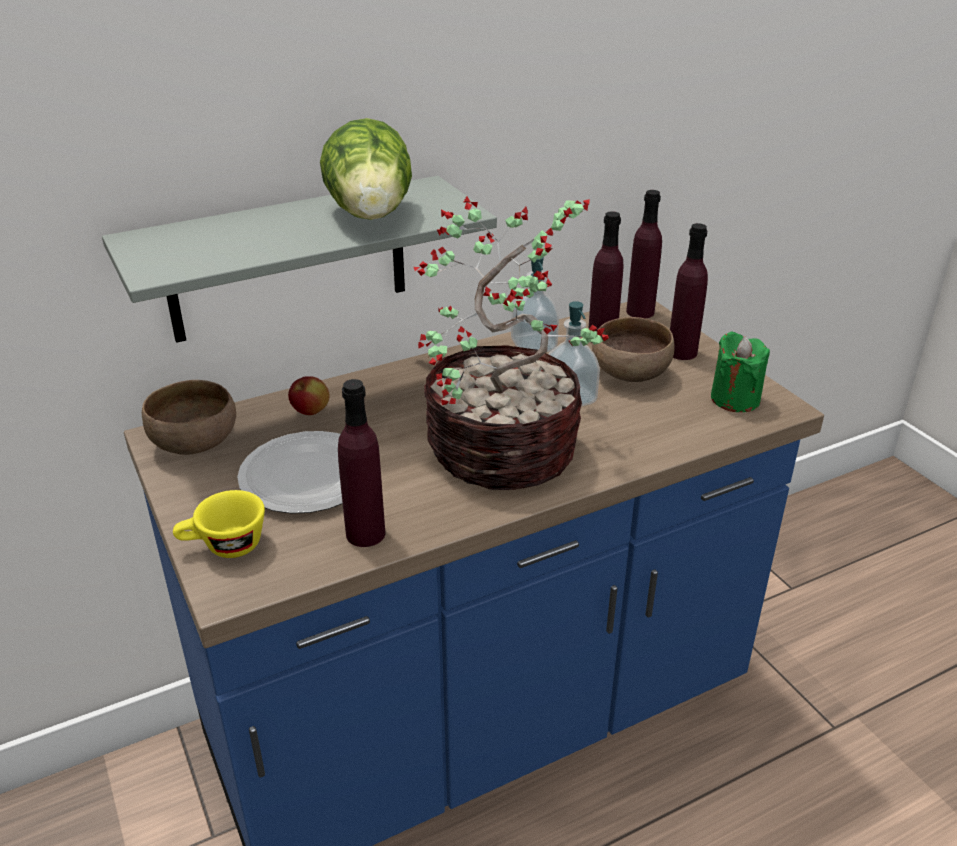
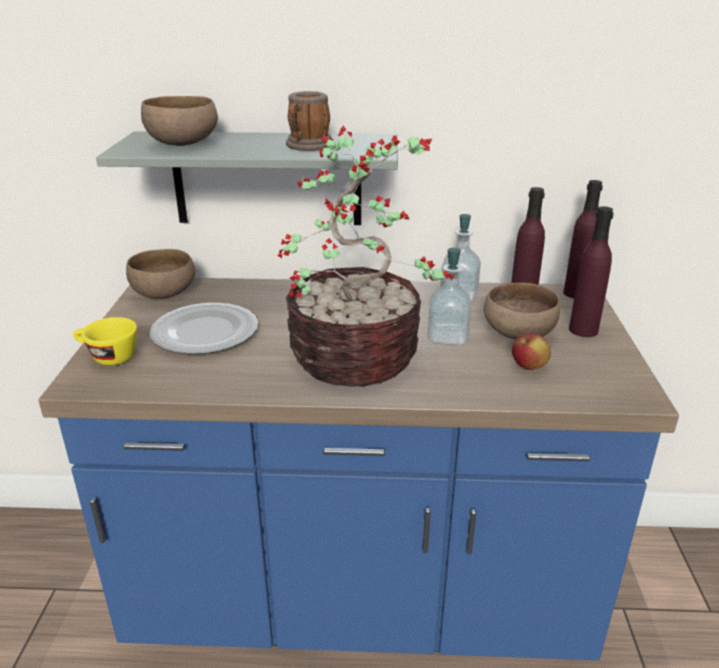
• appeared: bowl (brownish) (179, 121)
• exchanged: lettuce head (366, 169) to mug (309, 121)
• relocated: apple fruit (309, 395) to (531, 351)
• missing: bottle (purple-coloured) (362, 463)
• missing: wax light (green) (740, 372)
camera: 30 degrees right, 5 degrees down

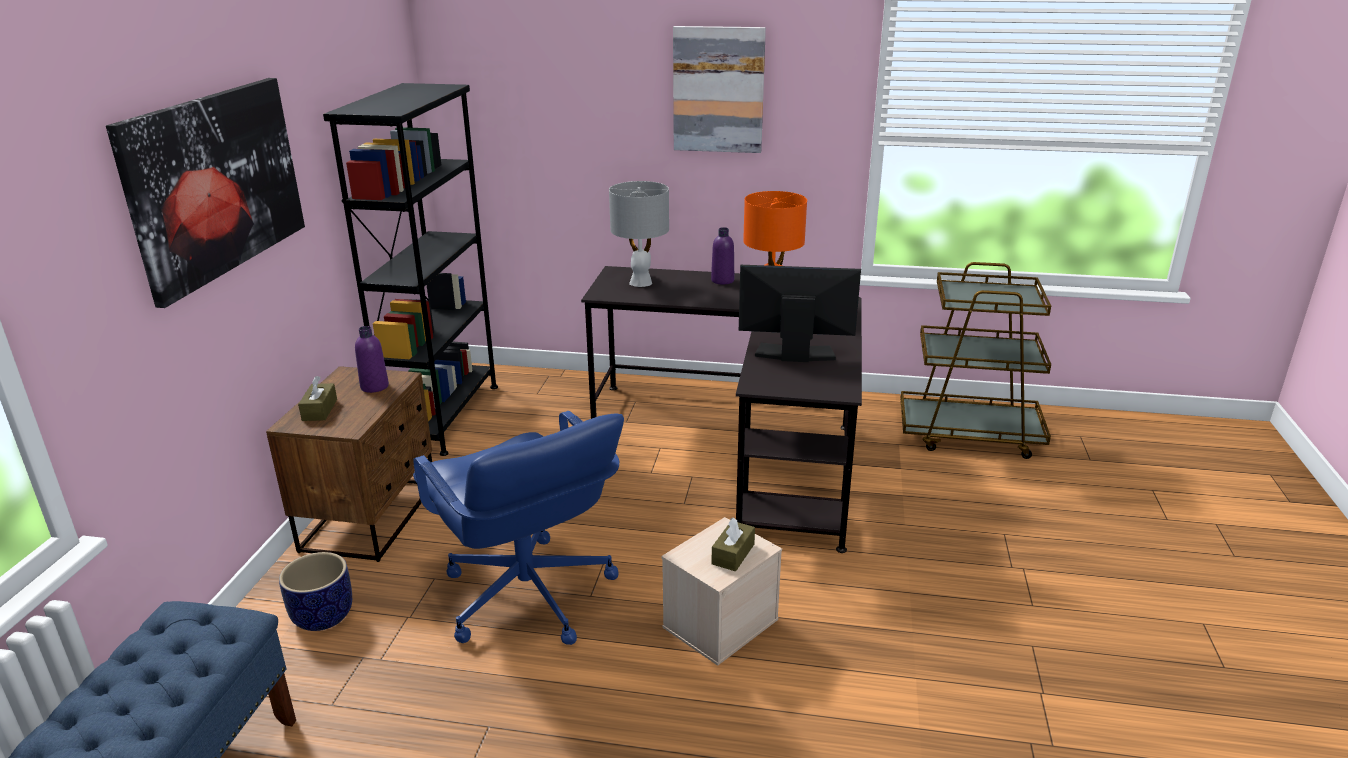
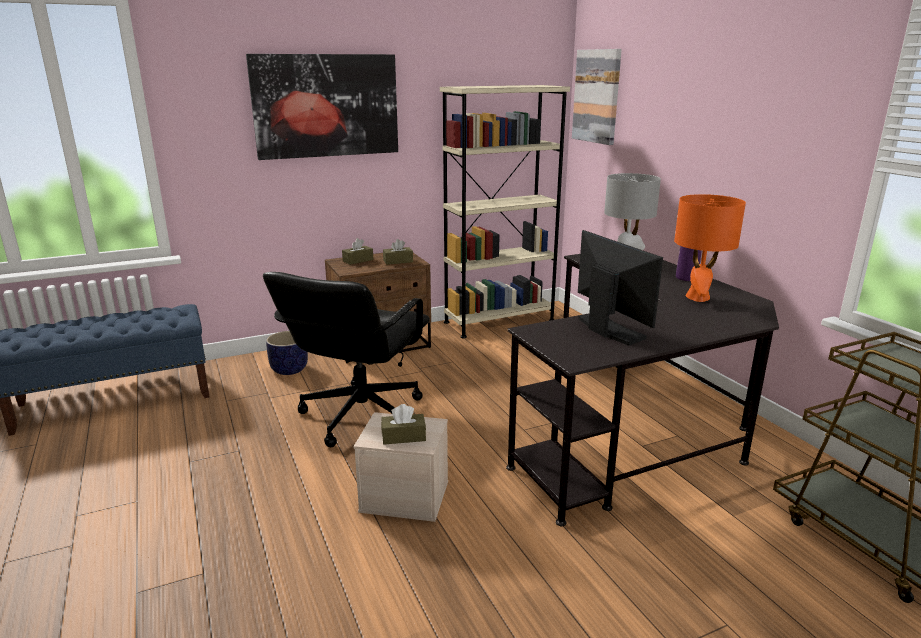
• colour: office chair (blue) (518, 528) to office chair (black-coloured) (346, 359)
• exchanged: bottle (purple-coloured) (372, 359) to tissue holder (brownish) (398, 252)
• colour: bookshelf (black-coloured) (410, 269) to bookshelf (sand-coloured) (505, 211)
• relocated: wall picture (719, 89) to (597, 97)
camera: 55 degrees right, 5 degrees down

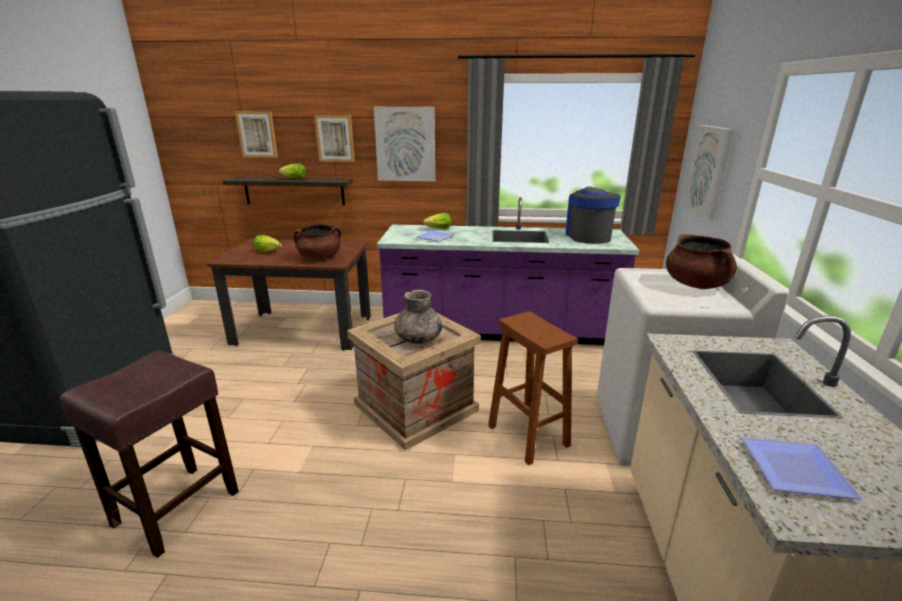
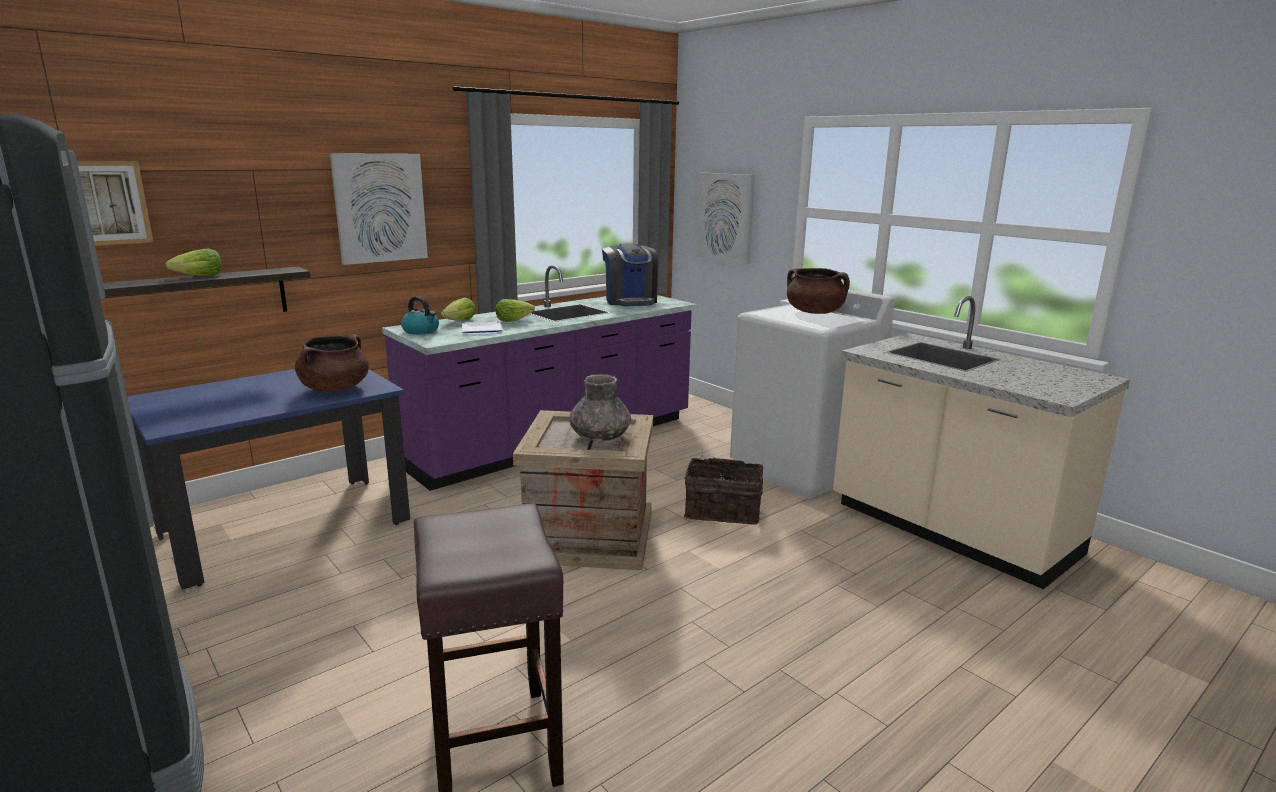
• colour: kitchen table (brownish) (289, 295) to kitchen table (blue) (268, 479)
• appeared: water kettle (420, 315)
• relocated: lettuce head (267, 243) to (515, 310)
• spun: coffee maker (593, 215) = (630, 274) 150 degrees counterclockwise
• exchanged: sitting stool (brownish) (533, 388) to basket (723, 490)
• missing: wall picture (334, 138)
• missing: dinner plate (801, 468)
camera: 45 degrees left, 5 degrees down

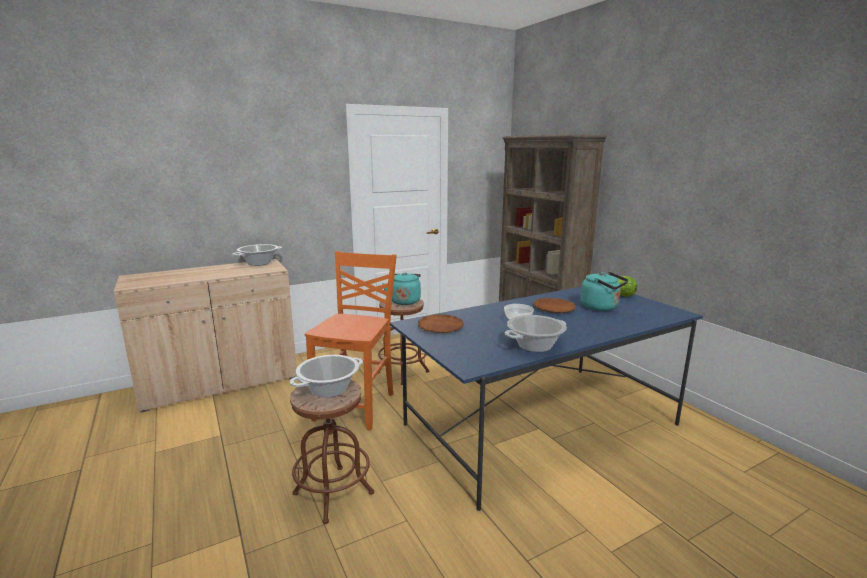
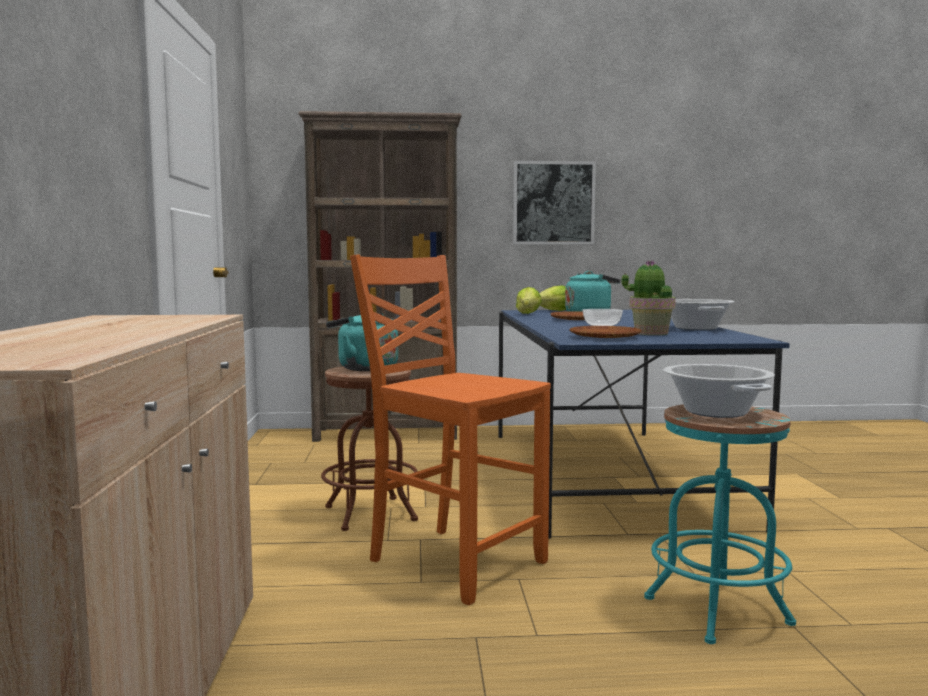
• appeared: wall picture (554, 202)
• appeared: lettuce head (529, 300)
• appeared: houseplant (648, 297)
• colour: sitting stool (brownish) (332, 452) to sitting stool (blue-green) (720, 524)
• missing: saucepot (257, 255)
camera: 65 degrees left, 10 degrees down

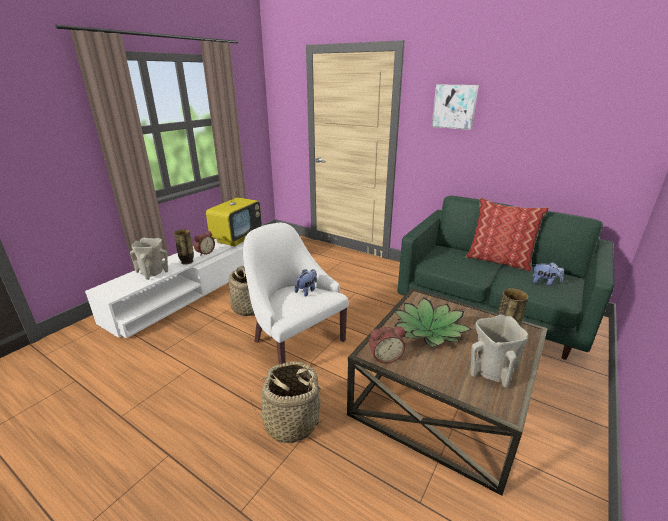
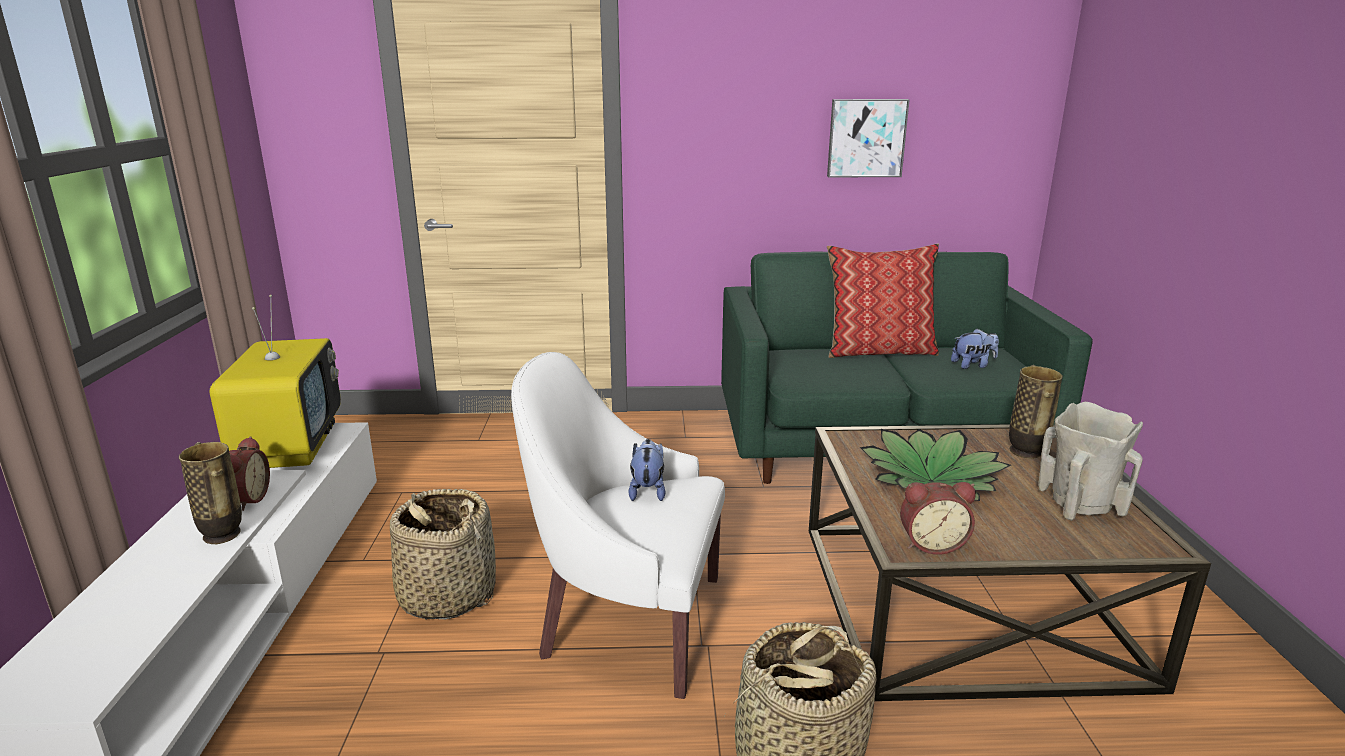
• relocated: wall picture (455, 107) to (868, 138)
• spun: table clock (387, 344) = (938, 518) 45 degrees clockwise
• missing: vase (sand-coloured) (149, 259)
camera: 35 degrees left, 5 degrees down

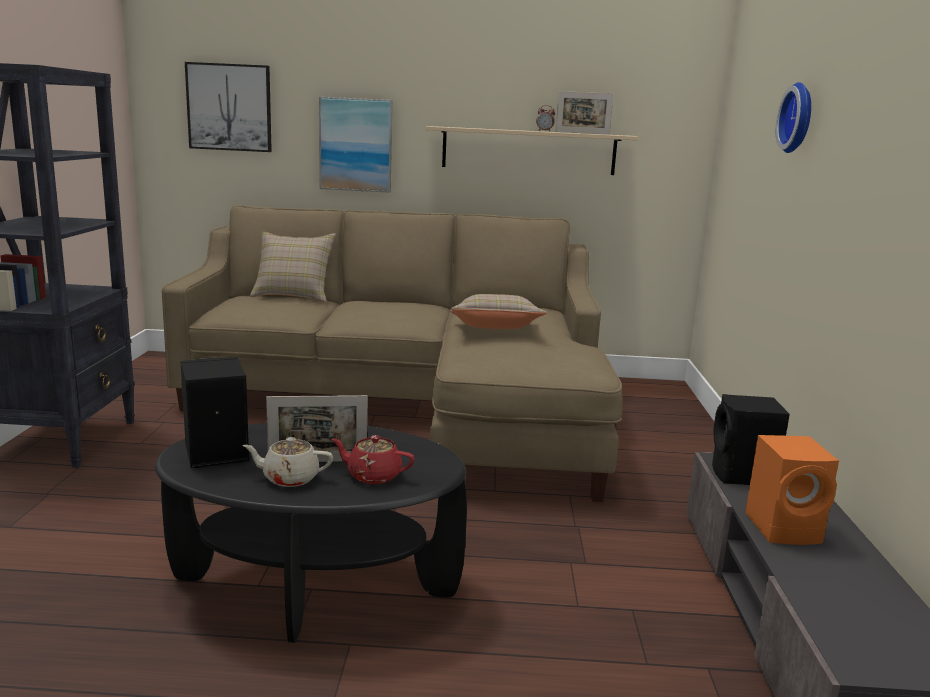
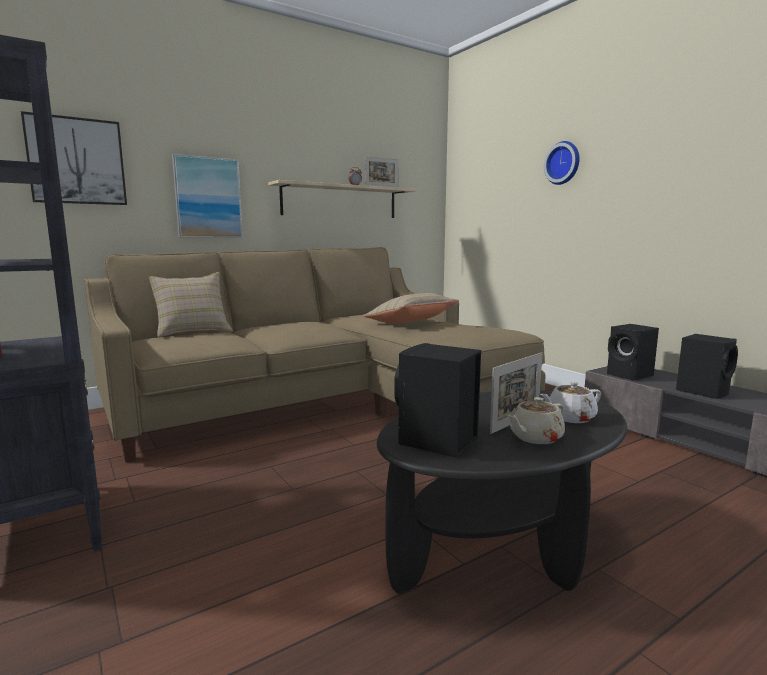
• colour: pot for tea (red) (373, 459) to pot for tea (white) (570, 402)
• colour: speaker (orangey) (792, 490) to speaker (black-coloured) (707, 366)
camera: 35 degrees left, 5 degrees down

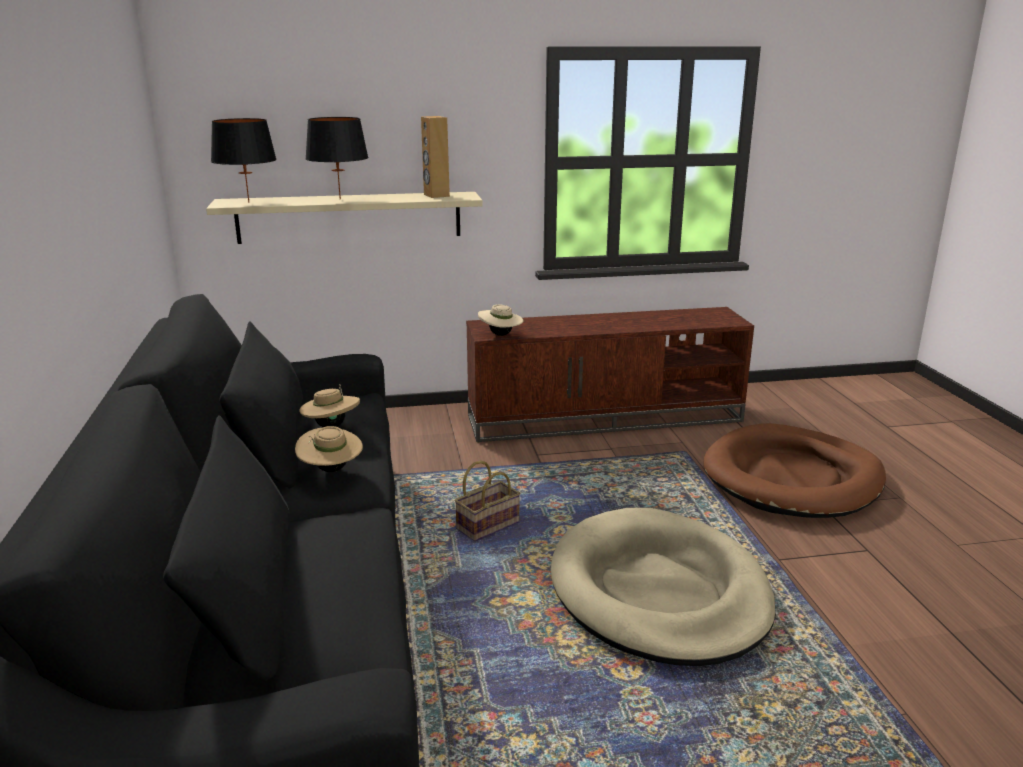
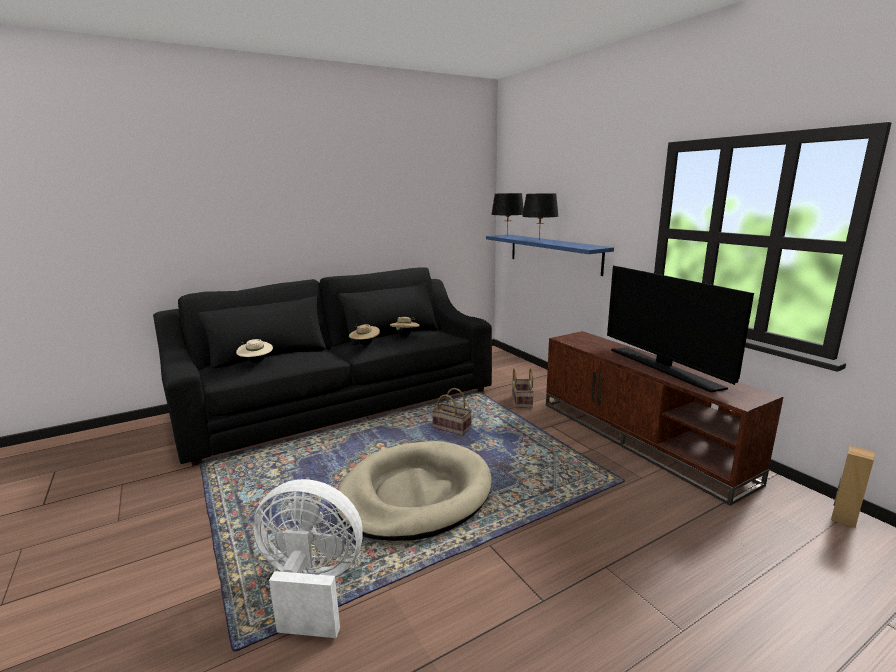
• relocated: clothing hat (sand-coloured) (501, 320) to (254, 351)
• appeared: electric fan (white) (308, 558)
• colour: bracket shelf (sand-coloured) (344, 218) to bracket shelf (blue) (550, 255)
• appeared: basket (523, 388)
• appeared: television (680, 329)
• relocated: speaker (brownish) (435, 157) to (853, 486)
• missing: dog cushion (brownish) (795, 470)
camera: 70 degrees right, 5 degrees down

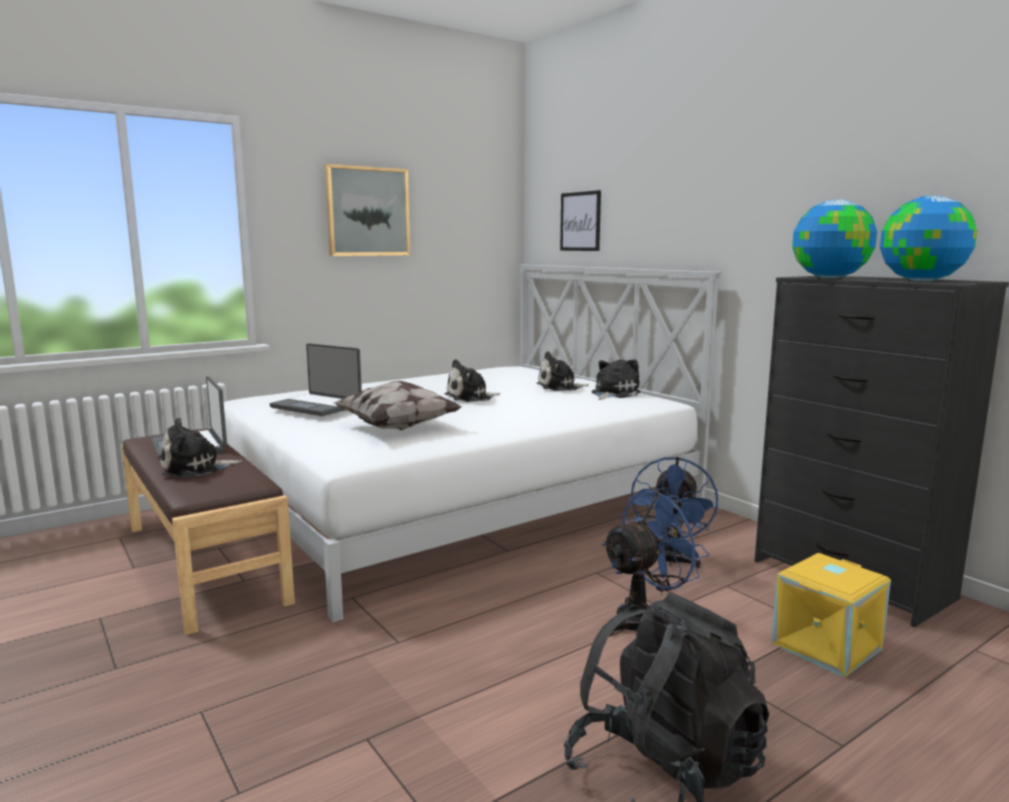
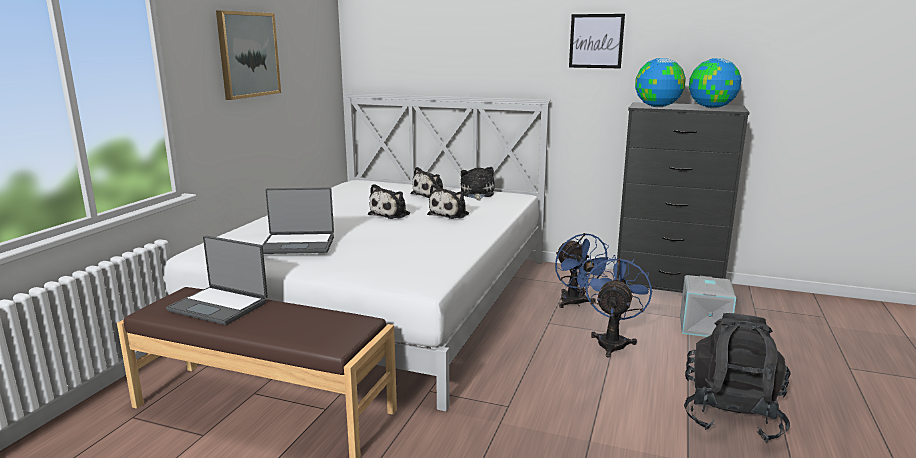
• relocated: soft toy (201, 447) to (448, 201)
• relocated: wall picture (580, 220) to (597, 41)
• colour: storage bin (yellow) (831, 615) to storage bin (greyish) (708, 306)
• missing: throw pillow (397, 405)
camera: 35 degrees left, 5 degrees up

